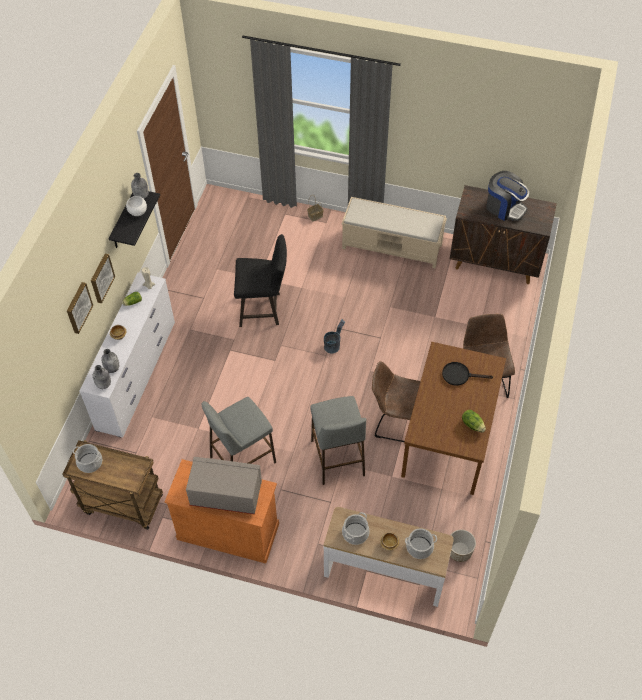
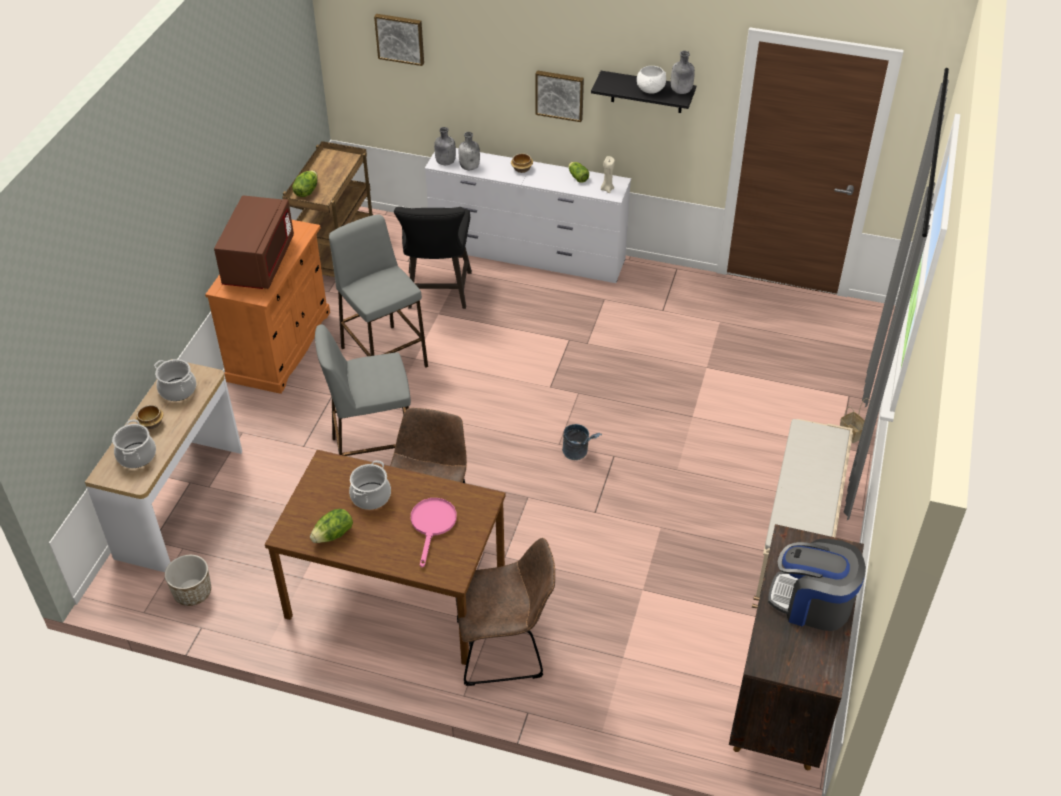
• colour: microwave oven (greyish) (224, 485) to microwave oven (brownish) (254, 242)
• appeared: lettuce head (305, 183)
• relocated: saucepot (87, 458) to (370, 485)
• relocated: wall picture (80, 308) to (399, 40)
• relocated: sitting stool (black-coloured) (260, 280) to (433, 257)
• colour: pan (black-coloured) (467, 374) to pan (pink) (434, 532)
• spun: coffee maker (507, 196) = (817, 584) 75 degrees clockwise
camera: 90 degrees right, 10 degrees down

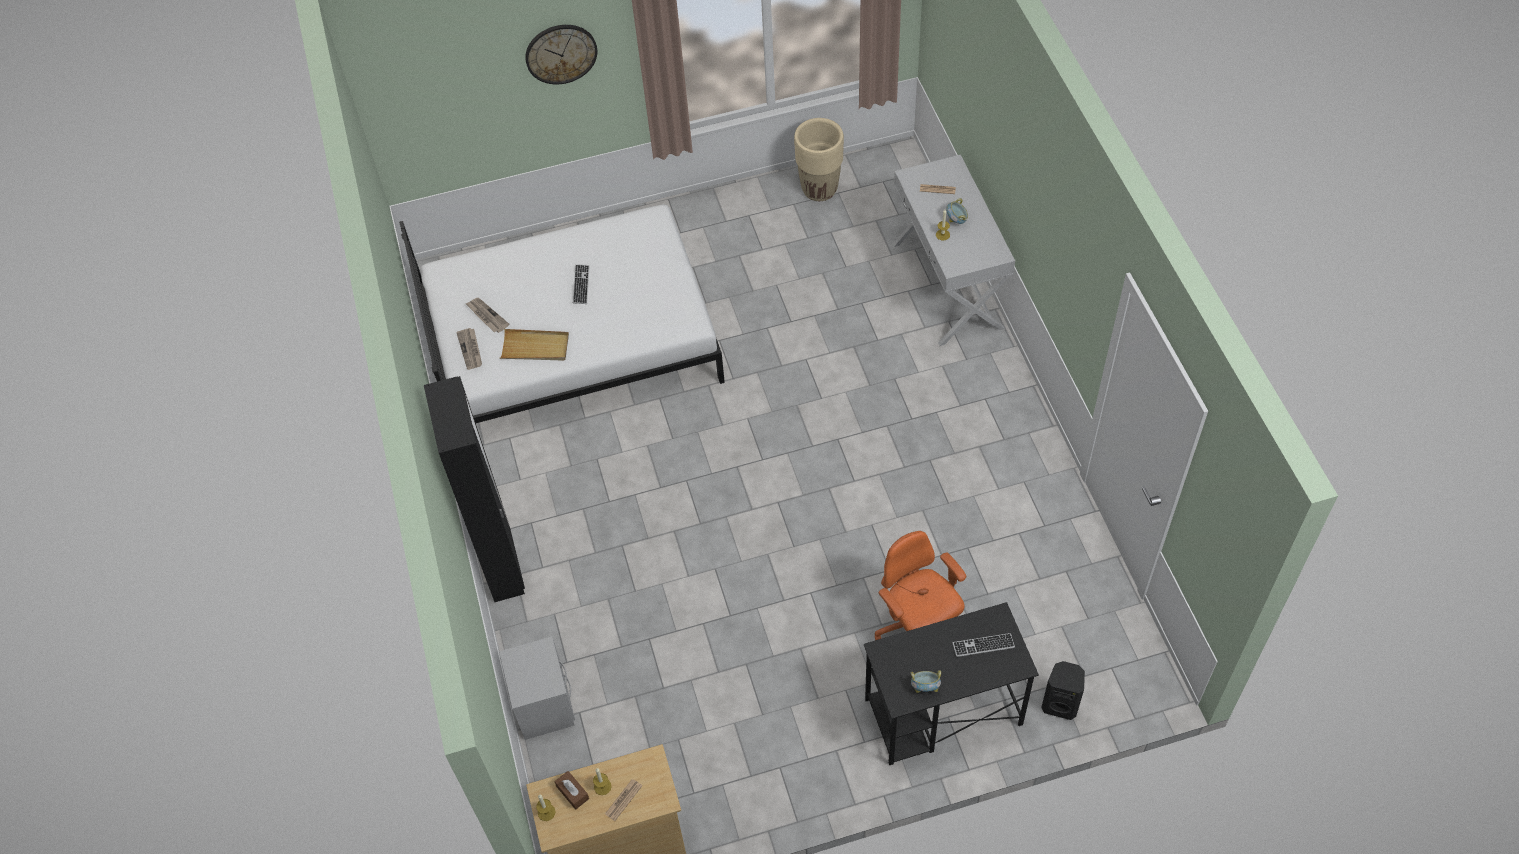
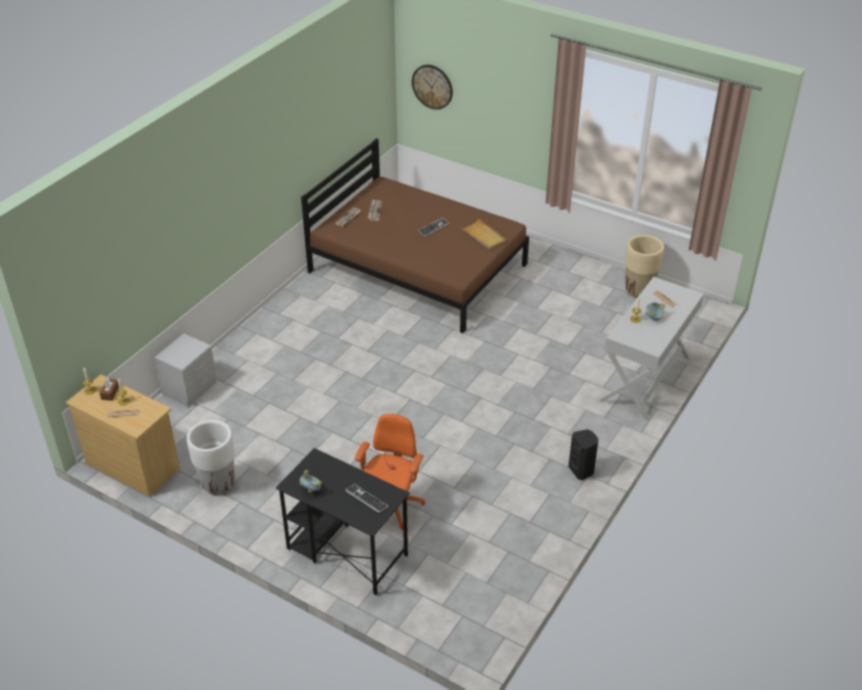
• appeared: planter (white) (211, 457)
• colour: bedroom bed (white) (562, 313) to bedroom bed (brownish) (415, 235)
• relocated: wall clock (561, 54) to (432, 87)
• relocated: carrying tray (sand-coloured) (534, 345) to (483, 233)
• relocated: speaker (black-coloured) (1063, 690) to (583, 454)
• missing: clothes cupboard (black-coloured) (474, 489)
camera: 45 degrees right, 15 degrees down

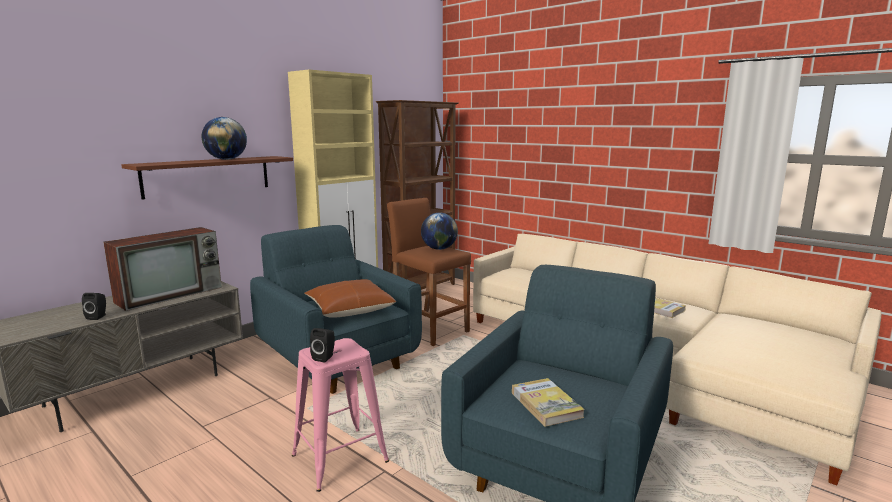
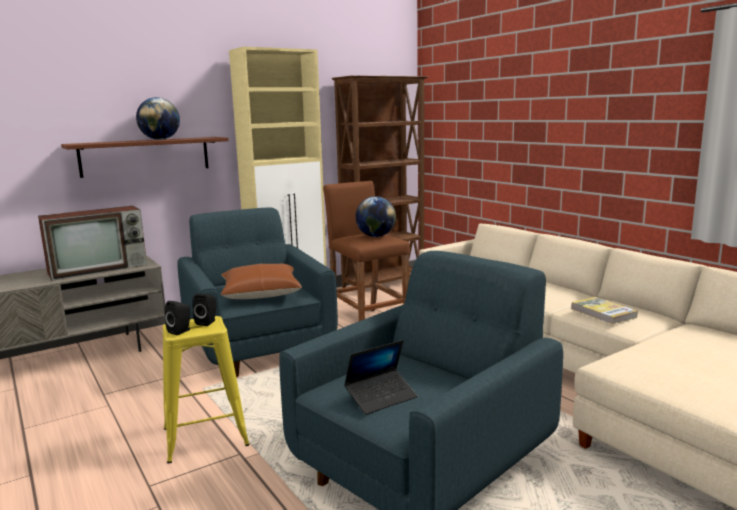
• colour: sitting stool (pink) (340, 415) to sitting stool (yellow) (206, 389)
• relocated: speaker (black-coloured) (94, 306) to (204, 310)
• exchanged: book (548, 402) to notebook computer (380, 377)
camera: 15 degrees right, 0 degrees up

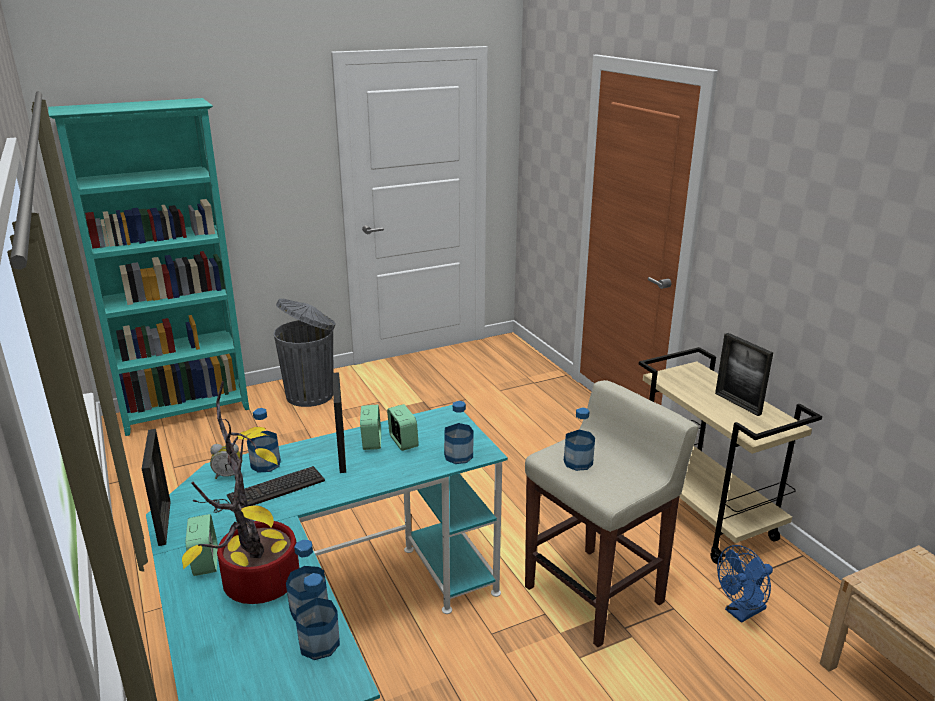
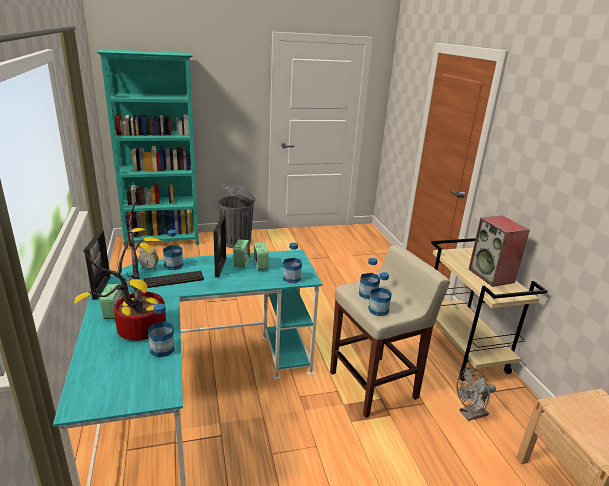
• relocated: bottle (318, 616) to (380, 294)
• colour: electric fan (blue) (745, 584) to electric fan (greyish) (476, 394)
• exchanged: picture frame (744, 374) to speaker (499, 251)
camera: 10 degrees right, 0 degrees up

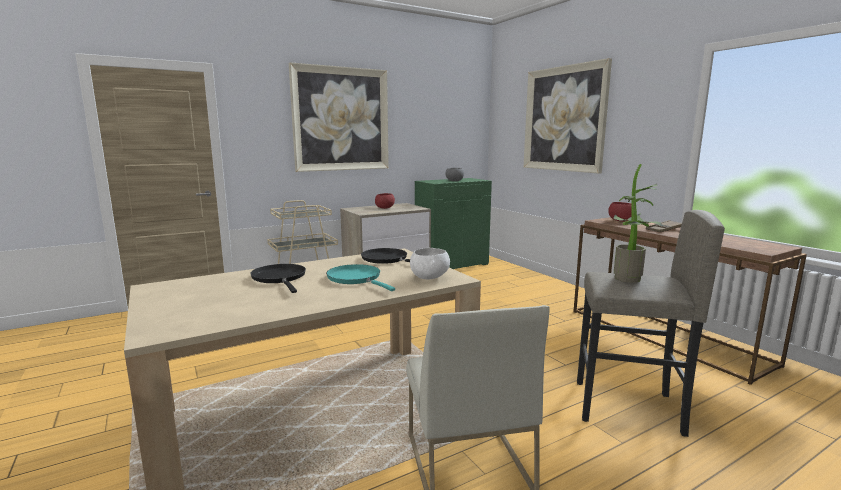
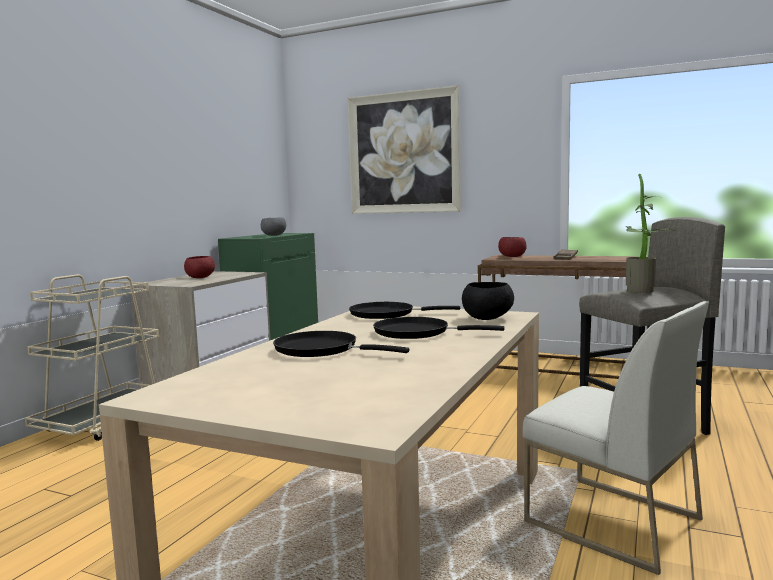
• colour: pan (blue-green) (360, 277) to pan (black-coloured) (439, 328)
• colour: bowl (white) (430, 263) to bowl (black-coloured) (488, 301)
• missing: wall picture (339, 117)
camera: 35 degrees left, 5 degrees down

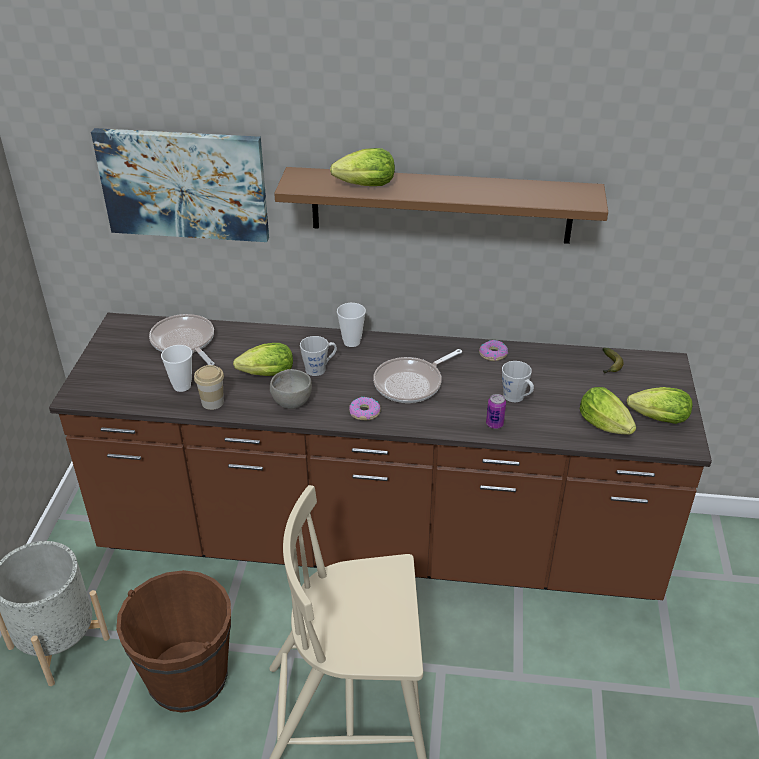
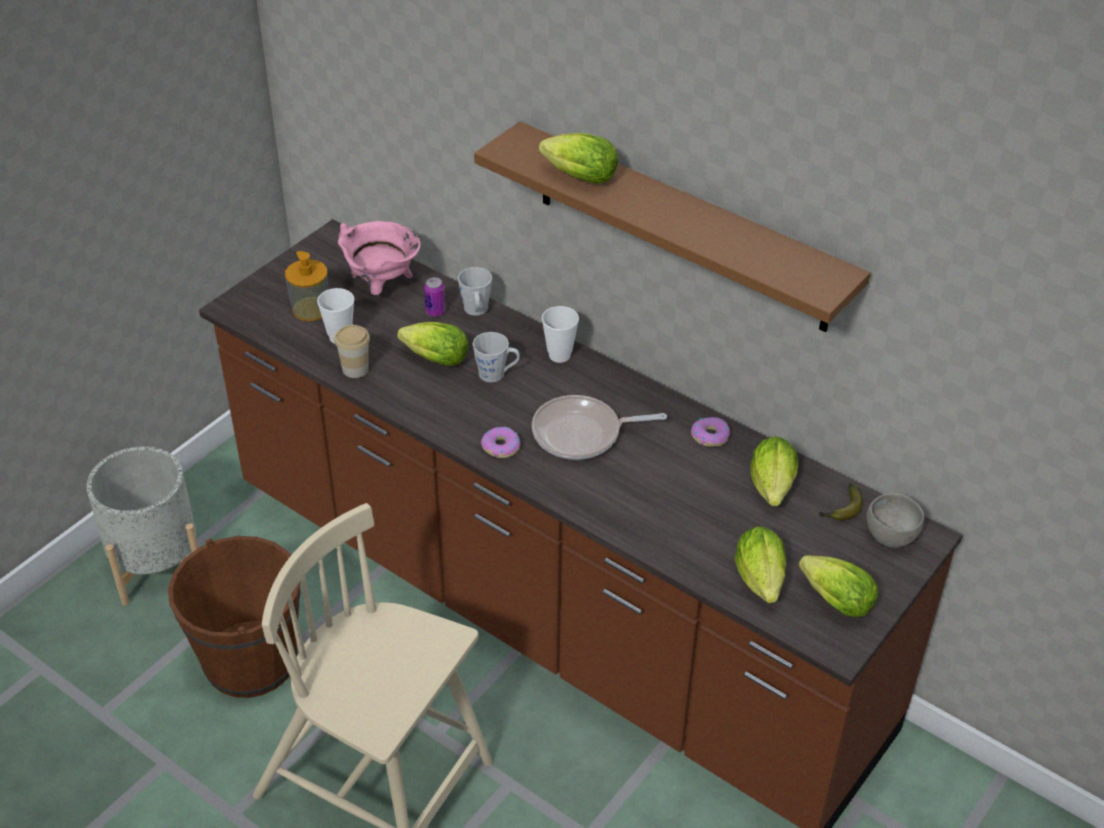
• appeared: liquid soap bottle (306, 286)
• exchanged: pan (182, 339) to saucepot (pink) (379, 258)
• relocated: can (496, 411) to (435, 297)
• relocated: mug (greyish) (518, 381) to (475, 291)
• appeared: lettuce head (774, 471)
• relocated: bowl (greyish) (291, 389) to (895, 520)
• missing: wall picture (180, 185)
camera: 30 degrees right, 5 degrees up

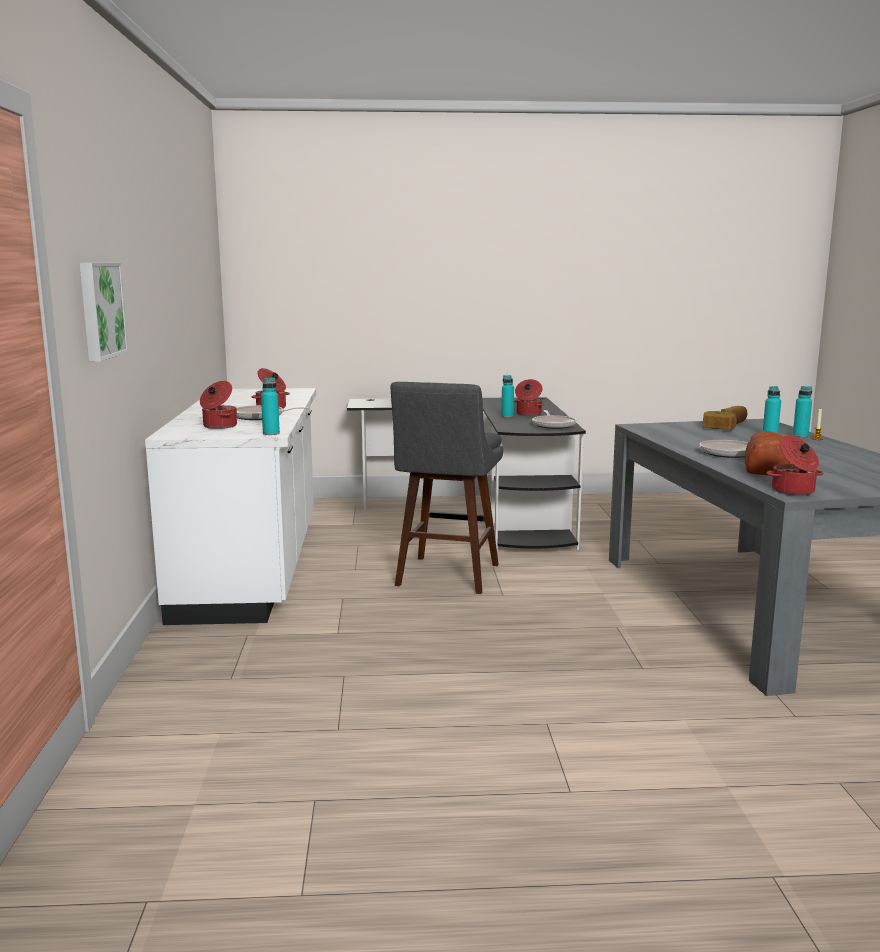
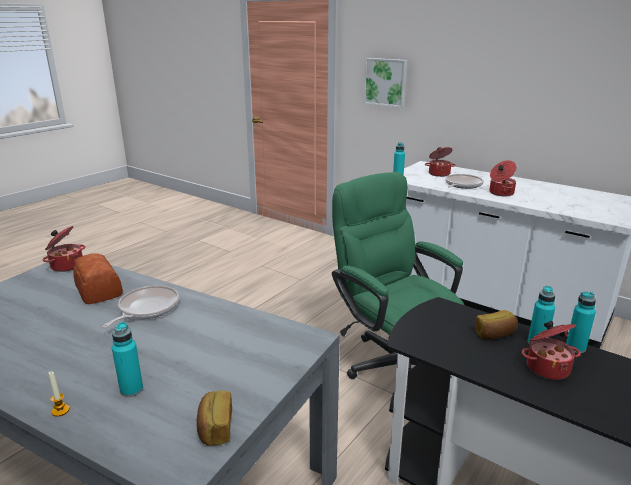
• exchanged: sitting stool (greyish) (447, 488) to office chair (green) (398, 275)
• relocated: baked bread (720, 420) to (496, 324)
• relocated: bottle (blue-green) (802, 411) to (581, 322)
• missing: pan (554, 419)
camera: 130 degrees right, 10 degrees up

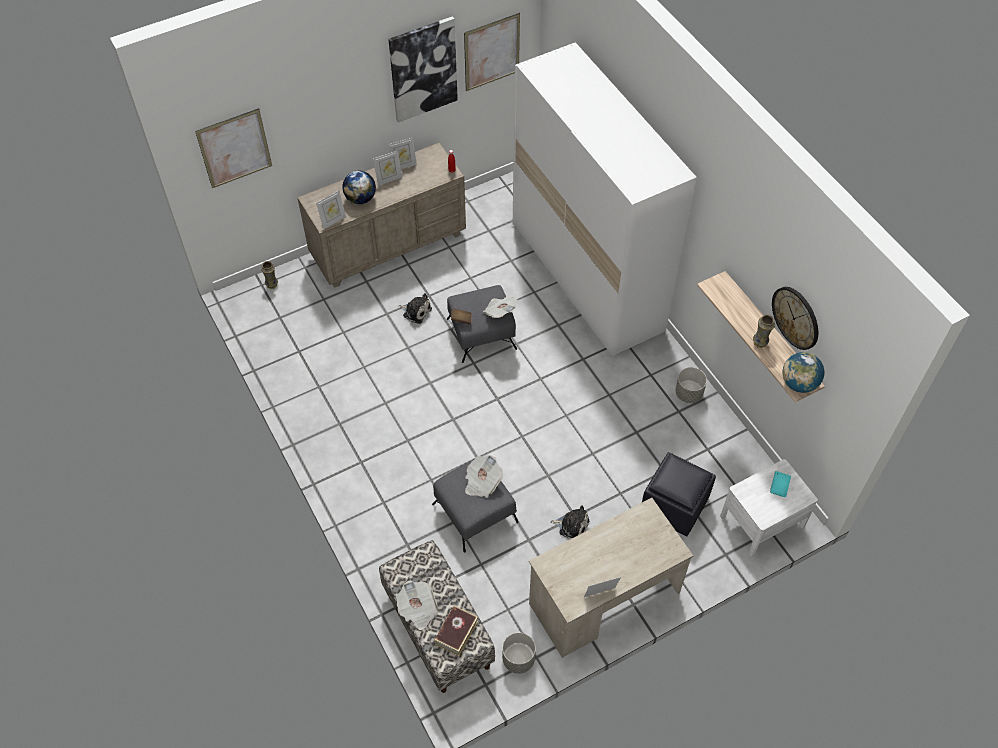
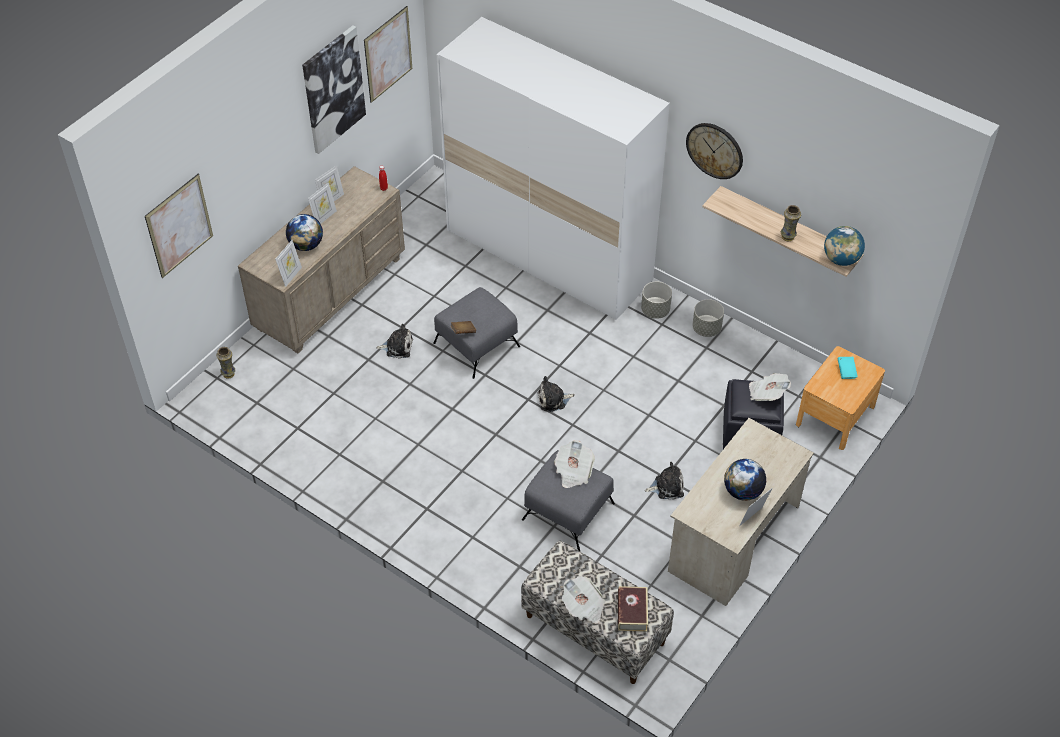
• appeared: soft toy (556, 394)
• relocated: planter (greyish) (519, 653) to (656, 300)
• relocated: wall clock (795, 318) to (714, 151)
• appeared: desk globe (745, 480)
• relocated: daily paper (500, 307) to (770, 387)
• colour: bedside table (white) (769, 508) to bedside table (brownish) (840, 398)
camera: 25 degrees left, 5 degrees down

